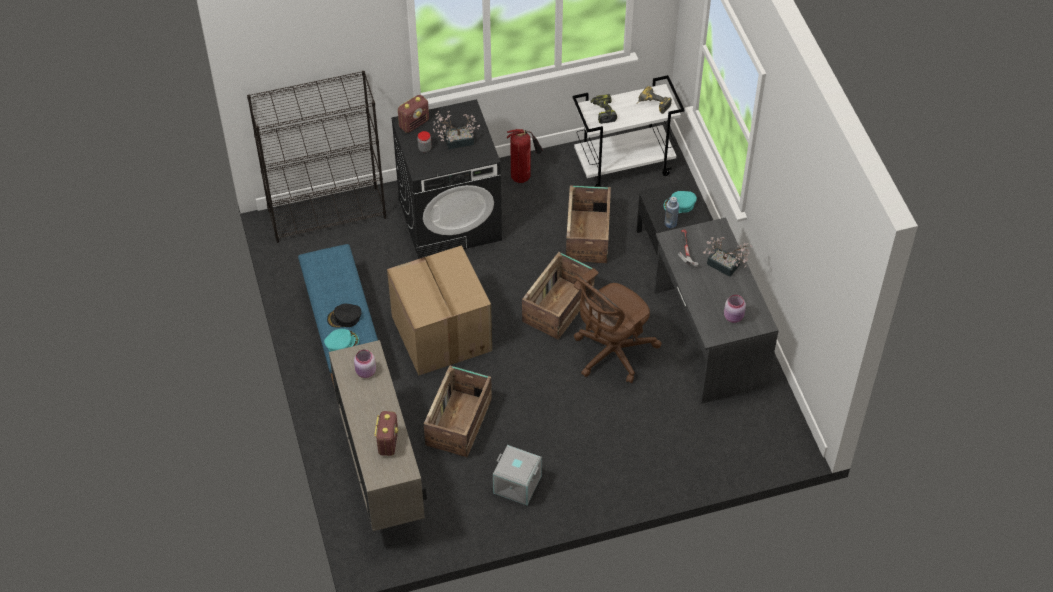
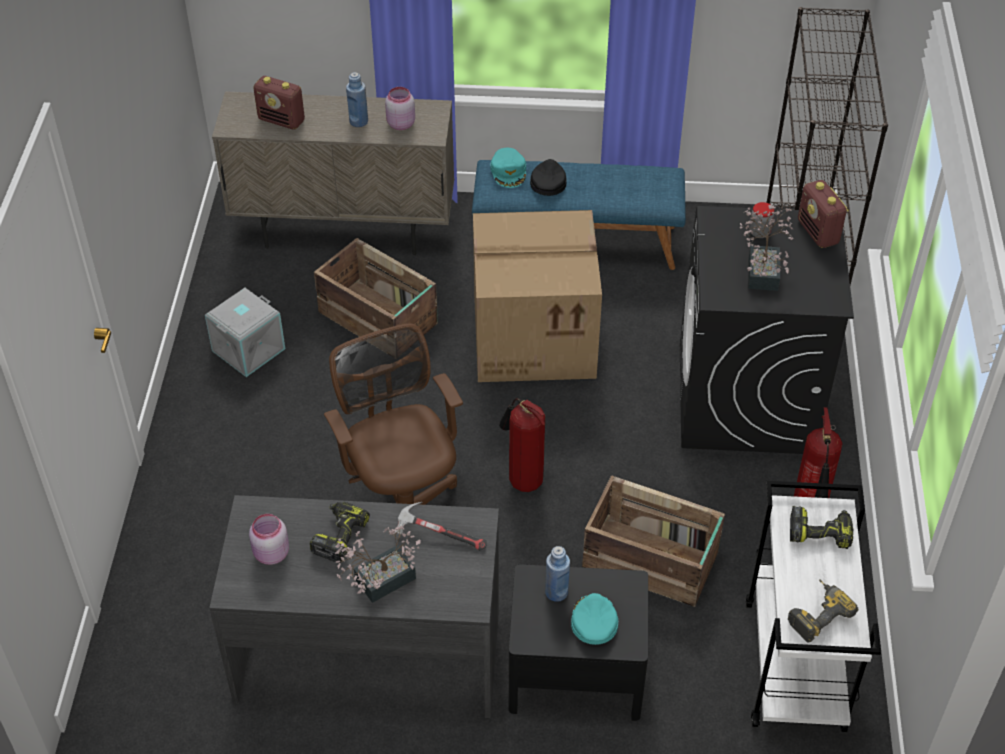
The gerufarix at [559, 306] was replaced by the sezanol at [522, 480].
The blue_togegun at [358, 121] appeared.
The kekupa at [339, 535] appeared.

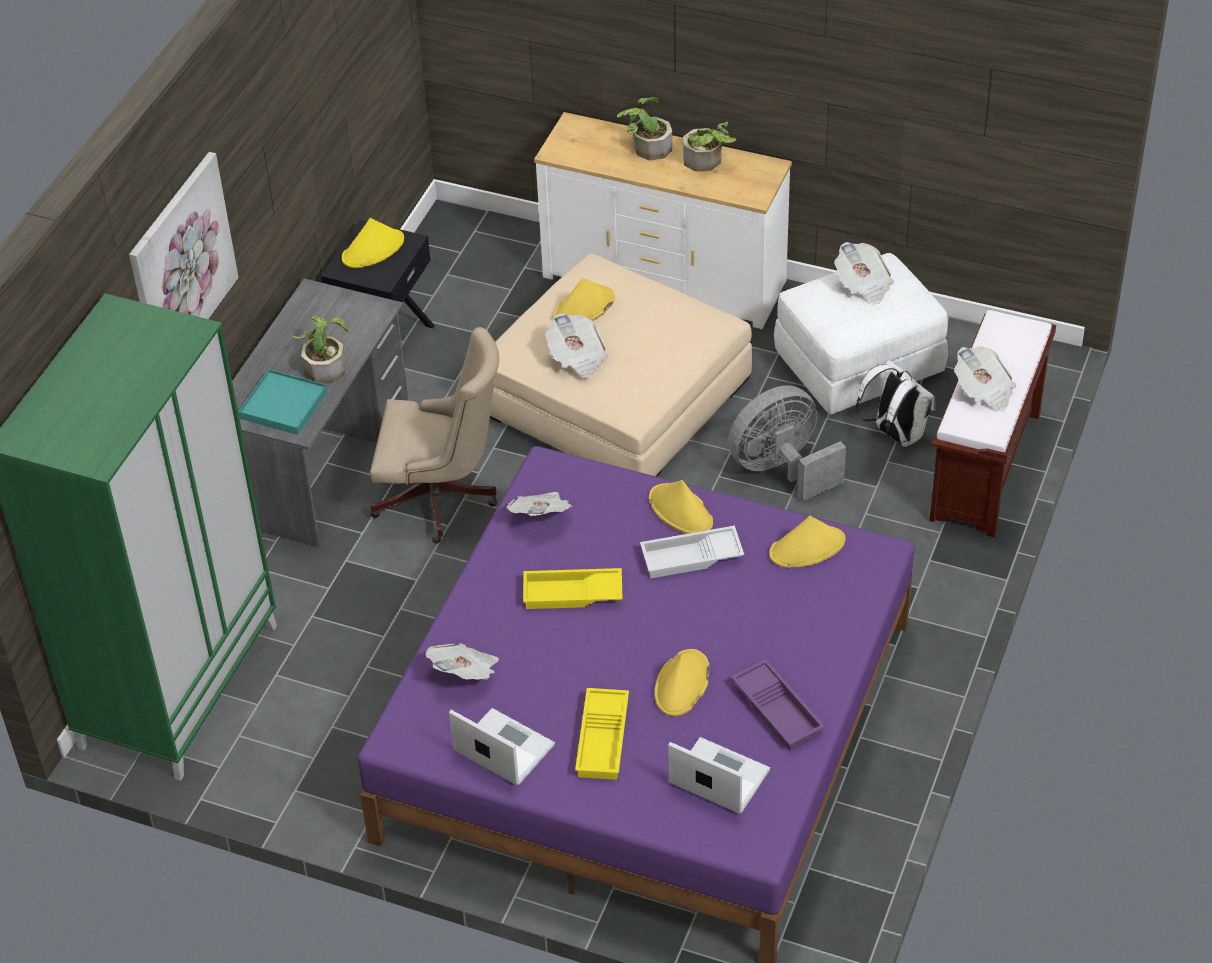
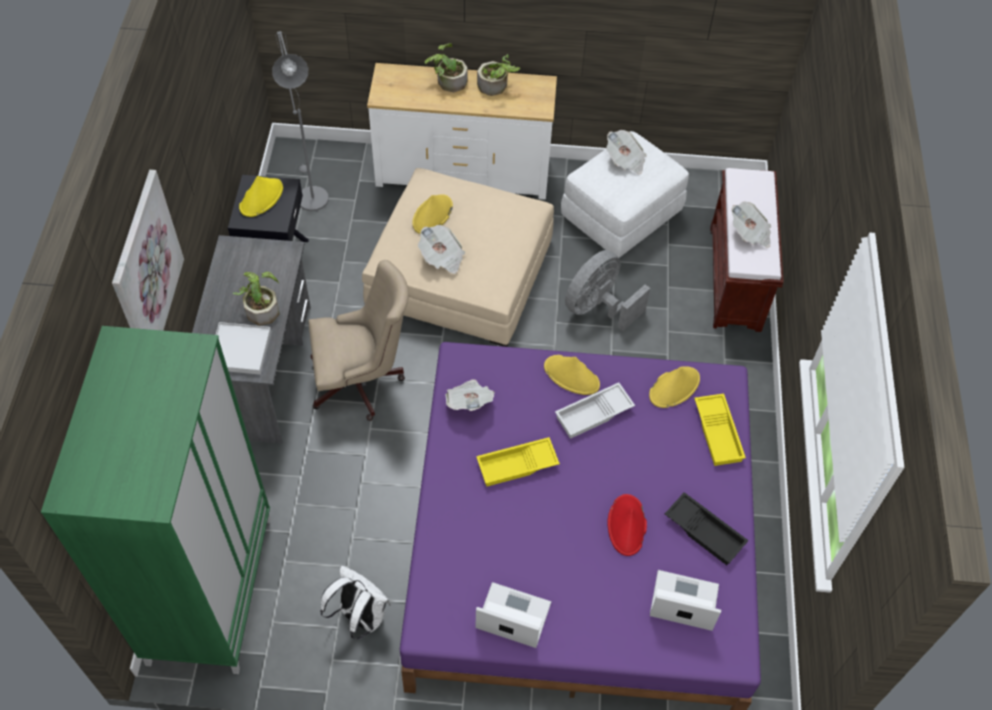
The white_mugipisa moved from [895, 434] to [359, 616].
The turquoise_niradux at [283, 405] became the white_niradux at [240, 350].
The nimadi at [465, 673] disappeared.
The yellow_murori at [682, 684] became the red_murori at [627, 525].
The purple_niradux at [779, 710] became the black_niradux at [705, 531].
The yellow_niradux moved from [604, 739] to [719, 433].
The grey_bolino at [310, 194] appeared.

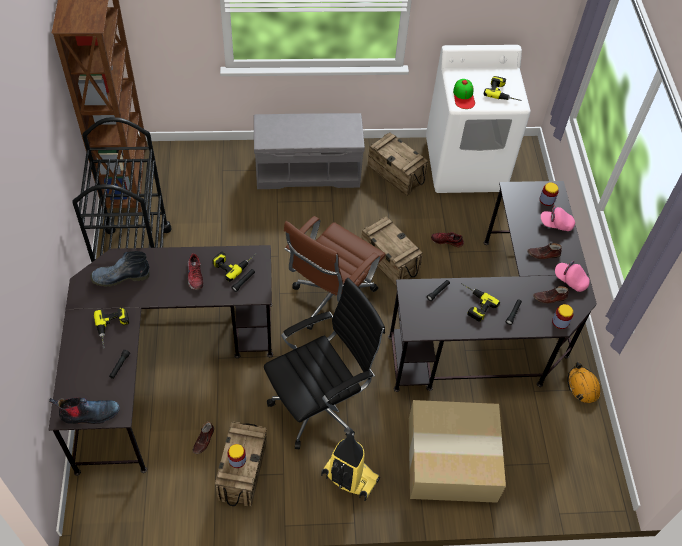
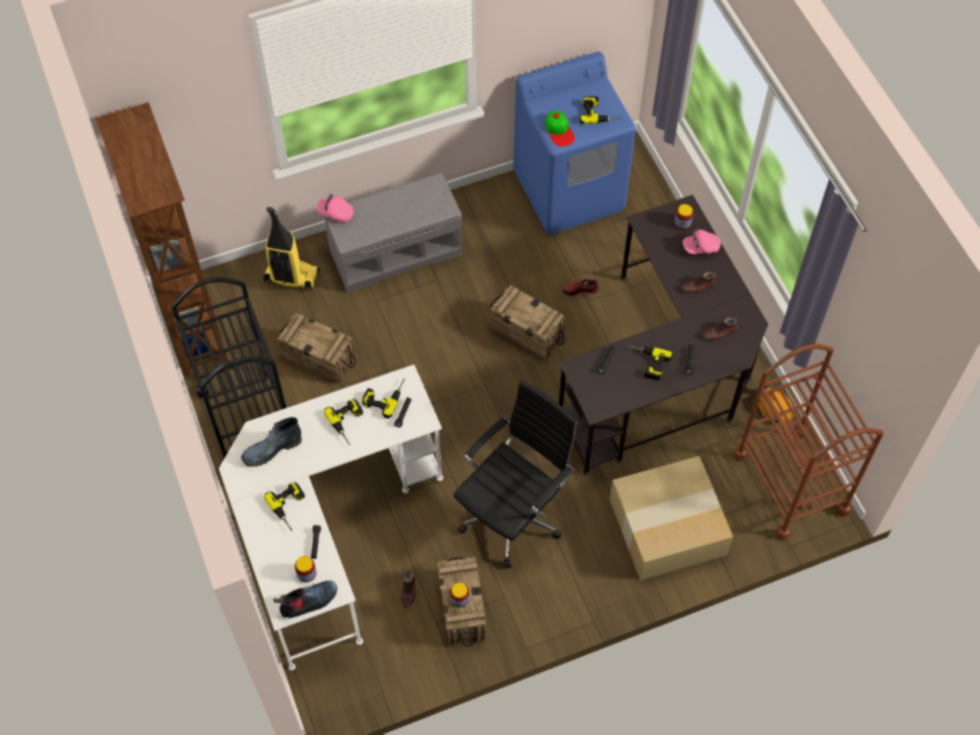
The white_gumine at [466, 165] became the blue_gumine at [569, 191].
The gerufarix moved from [396, 174] to [319, 357].
The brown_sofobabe at [331, 302] disappeared.
The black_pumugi at [159, 365] became the white_pumugi at [327, 527].
The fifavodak at [194, 275] was replaced by the kekupa at [349, 423].
The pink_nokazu moved from [570, 280] to [336, 213].
The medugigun moved from [560, 322] to [306, 573].
The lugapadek moved from [349, 478] to [291, 277].
The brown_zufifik at [790, 483] appeared.

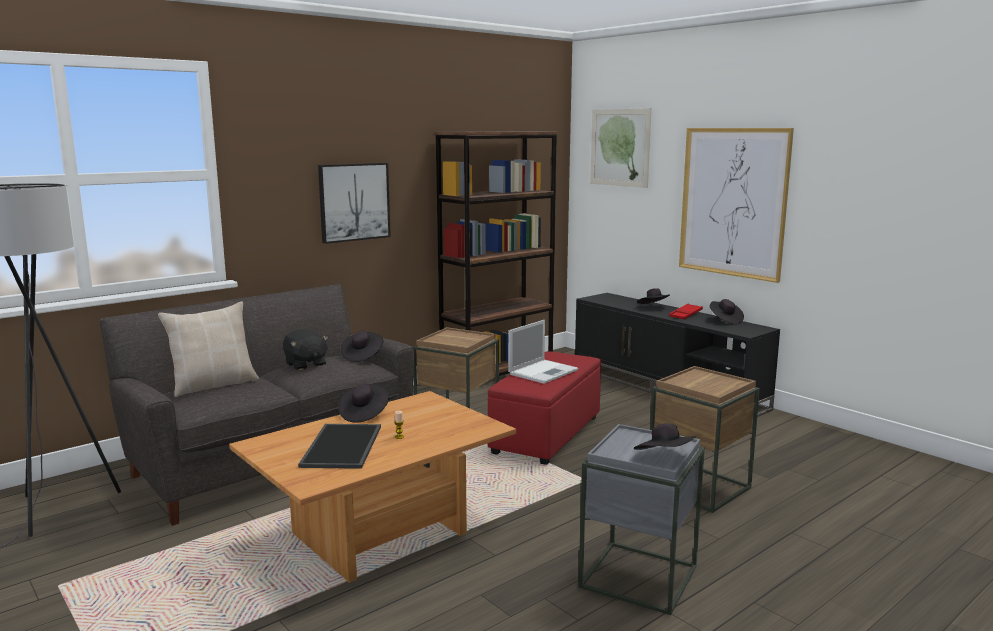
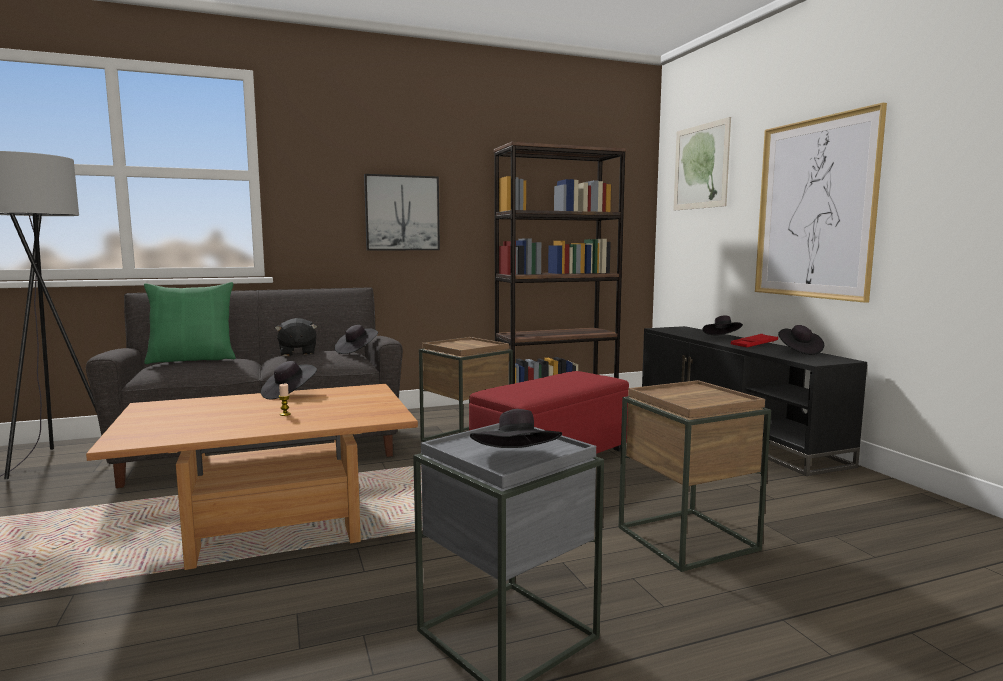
The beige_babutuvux at [213, 385] became the green_babutuvux at [193, 359].
The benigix at [544, 371] disappeared.
The niradux at [343, 446] disappeared.

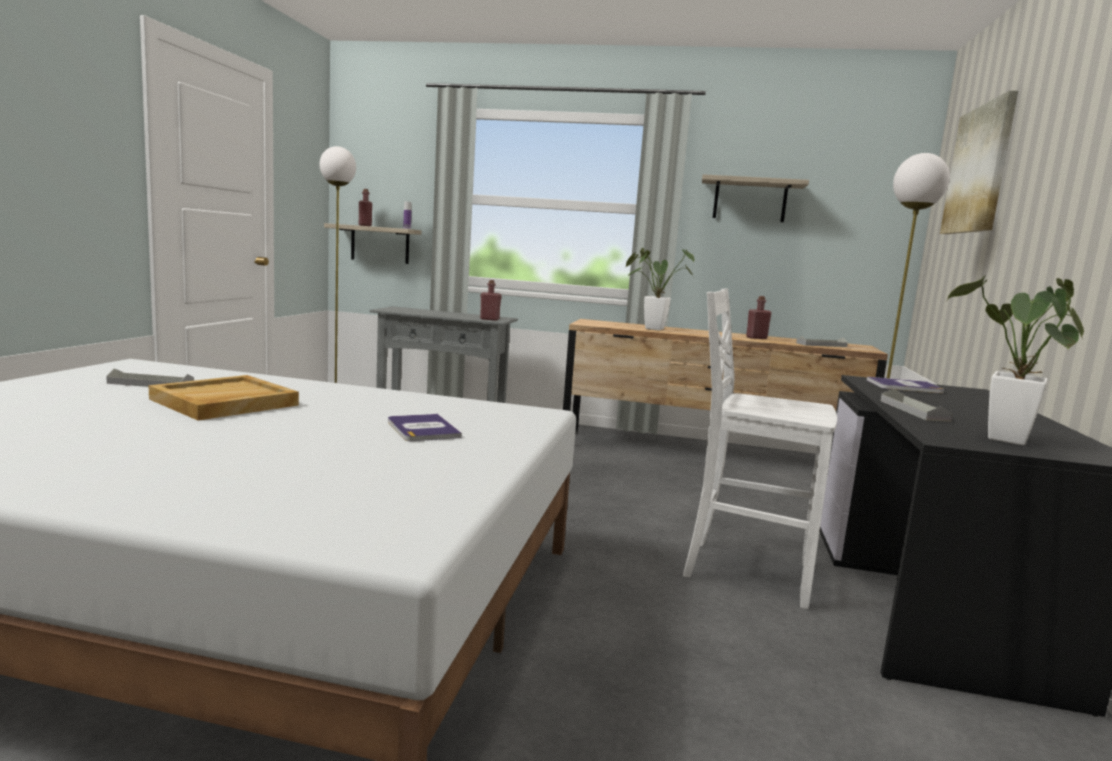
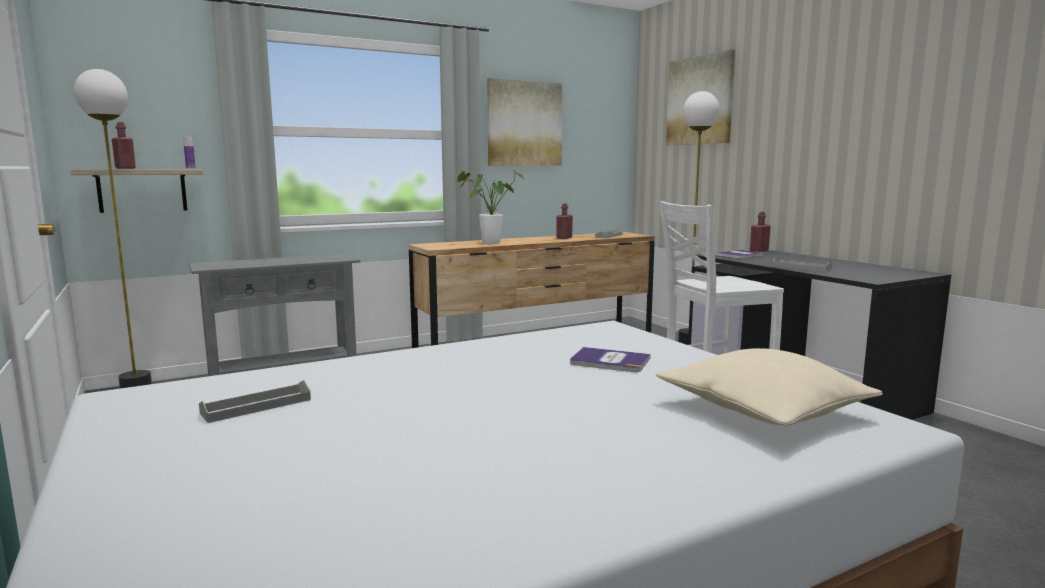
The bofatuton at [750, 200] was replaced by the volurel at [524, 123].
The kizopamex at [1005, 441] disappeared.
The red_togegun moved from [489, 319] to [759, 250].
The beige_niradux at [224, 402] disappeared.
The beige_babutuvux at [763, 411] appeared.

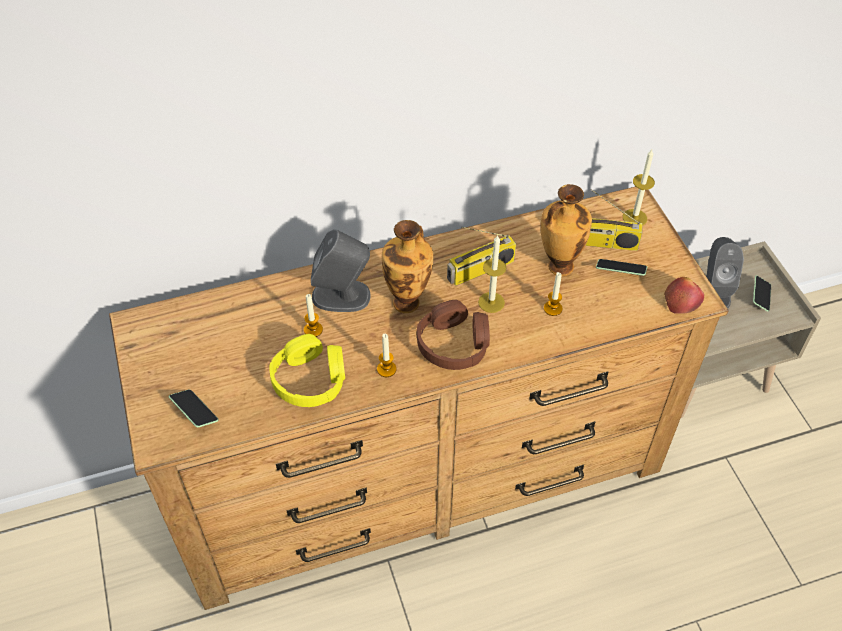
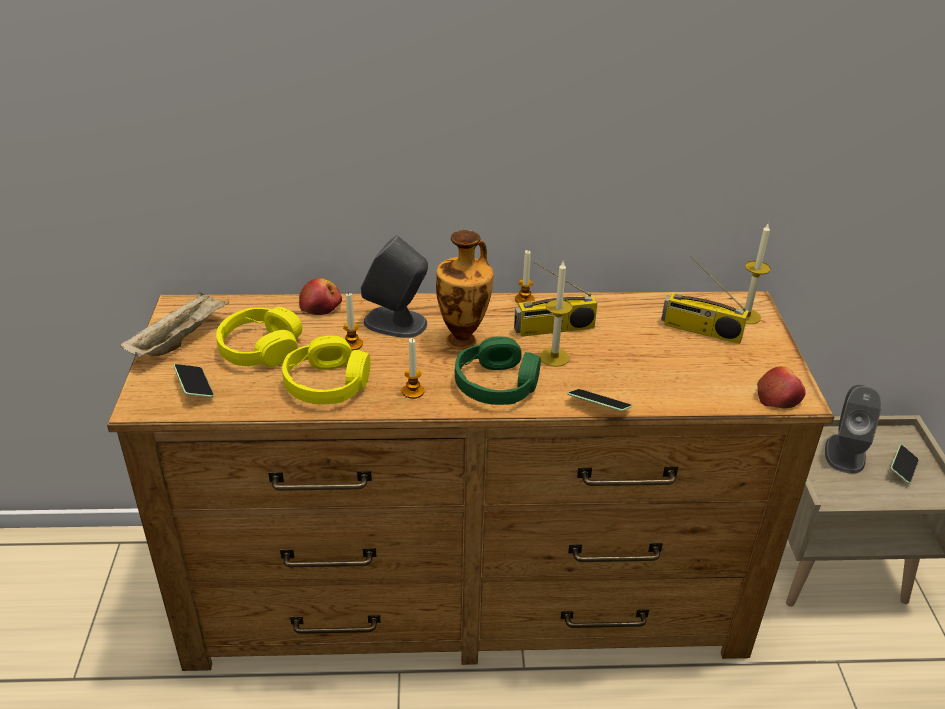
The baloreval at [558, 266] disappeared.
The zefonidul moved from [620, 272] to [598, 407].
The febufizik moved from [552, 308] to [524, 299].
The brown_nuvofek at [453, 344] became the green_nuvofek at [497, 384].
The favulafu at [321, 305] appeared.
The beige_niradux at [179, 339] appeared.
The yellow_nuvofek at [260, 349] appeared.

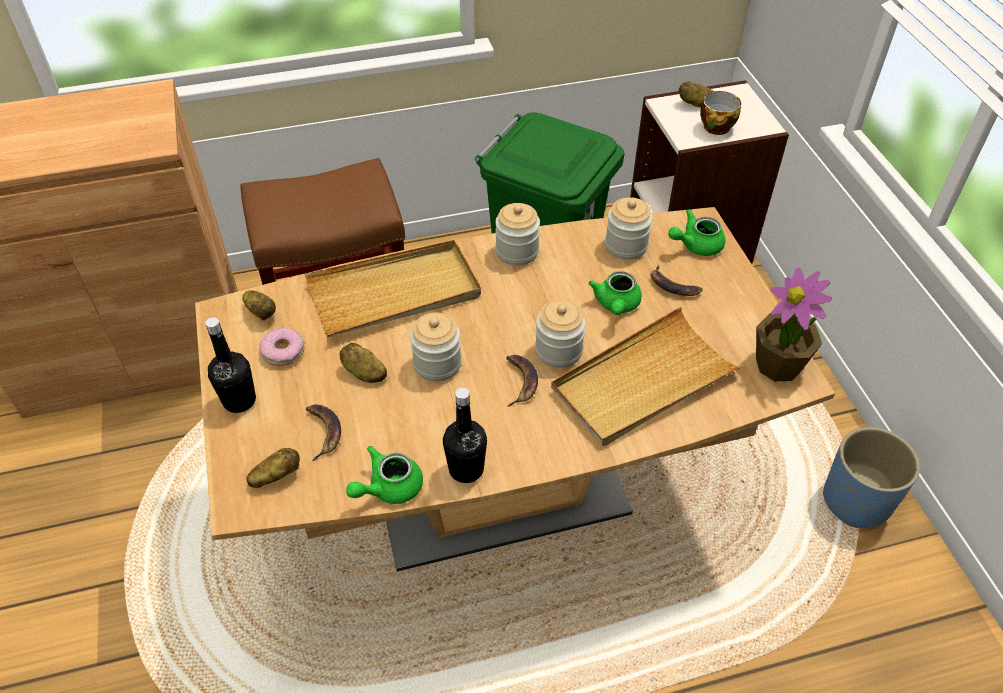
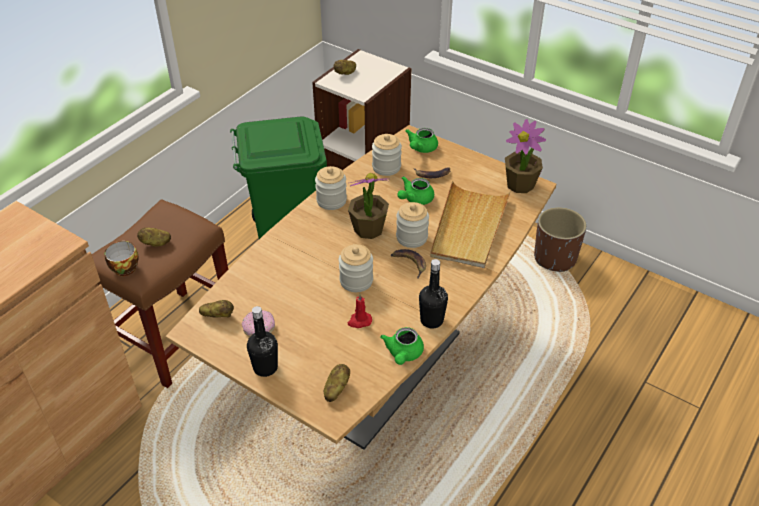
The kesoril moved from [715, 125] to [123, 267].
The beige_niradux at [395, 293] disappeared.
The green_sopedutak at [616, 305] turned 75 degrees clockwise.
The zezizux moved from [364, 373] to [155, 243].
The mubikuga at [323, 431] disappeared.
The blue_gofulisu at [856, 501] became the brown_gofulisu at [555, 258].
The kizopamex at [368, 229] appeared.
The red_febufizik at [359, 321] appeared.

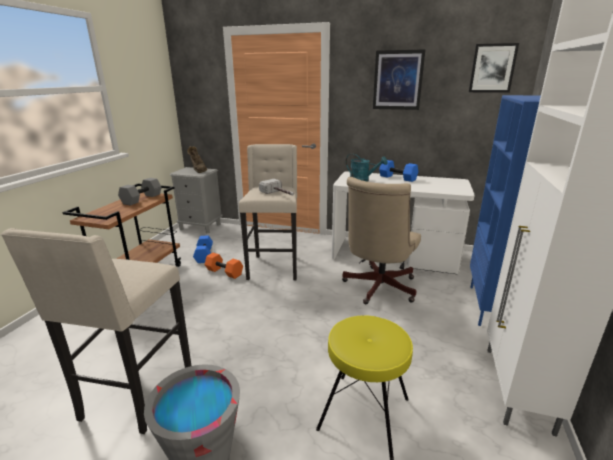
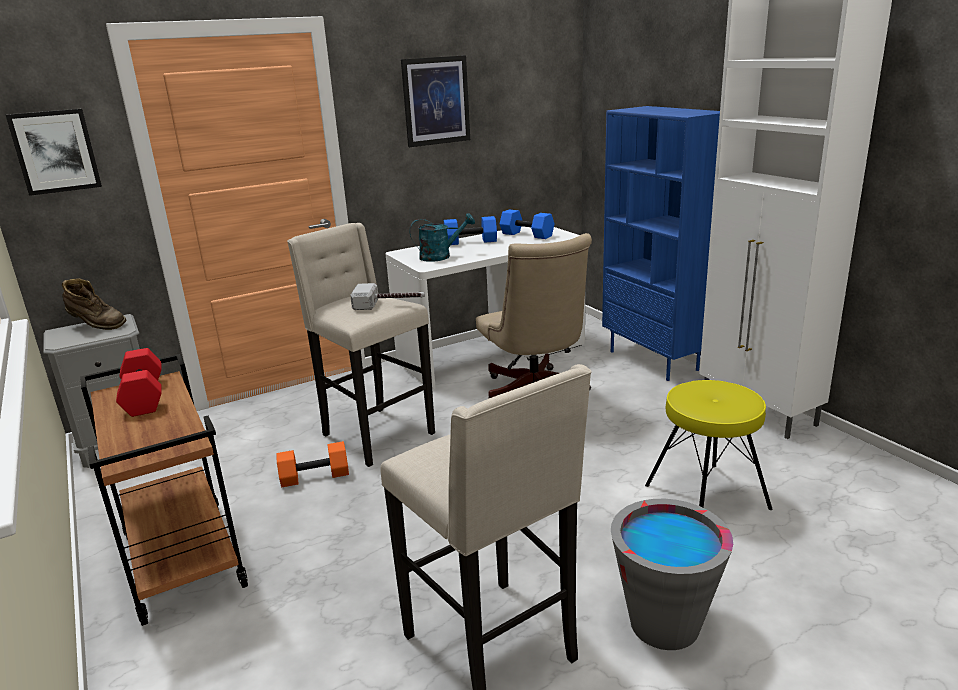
The volurel moved from [492, 68] to [55, 151].
The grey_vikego at [142, 199] became the red_vikego at [145, 397].
The blue_vikego moved from [203, 255] to [526, 235].

